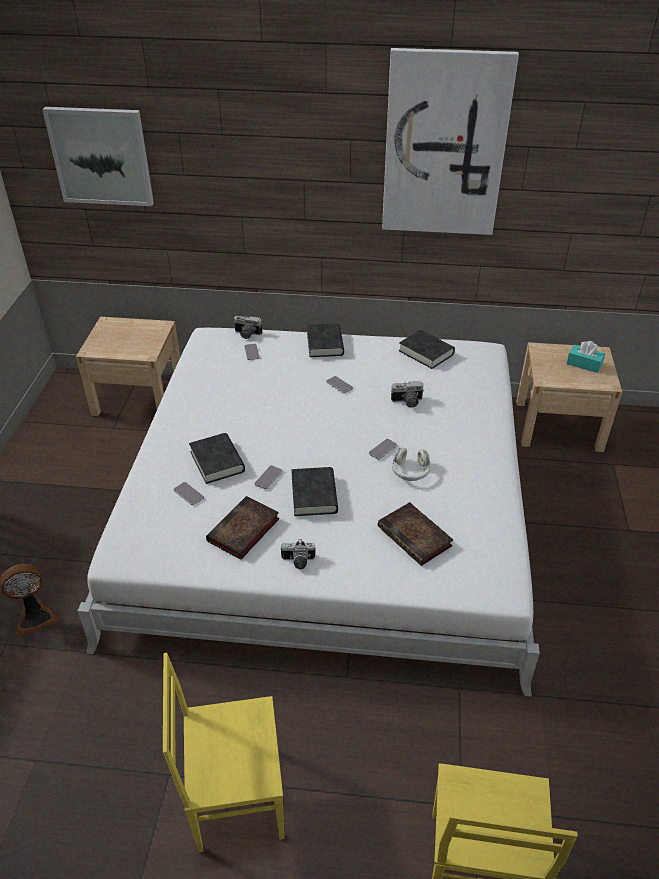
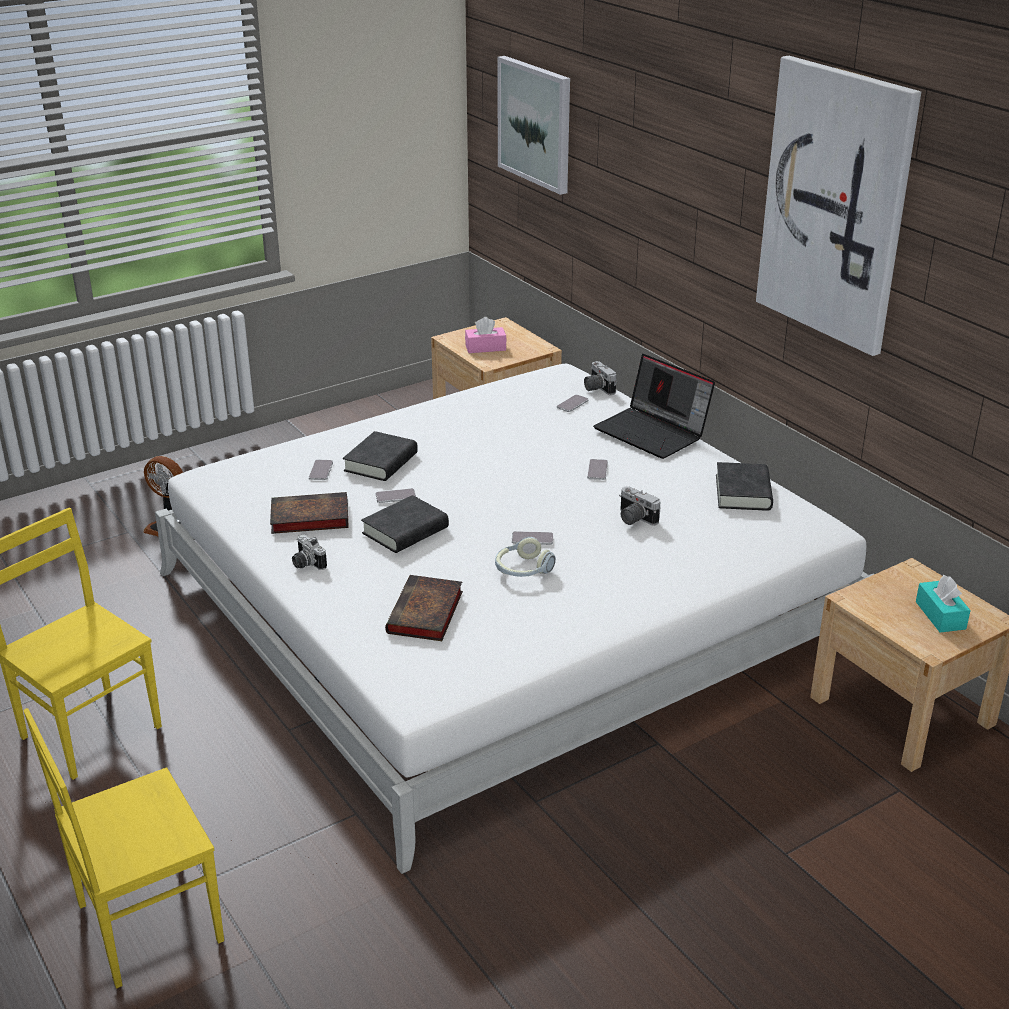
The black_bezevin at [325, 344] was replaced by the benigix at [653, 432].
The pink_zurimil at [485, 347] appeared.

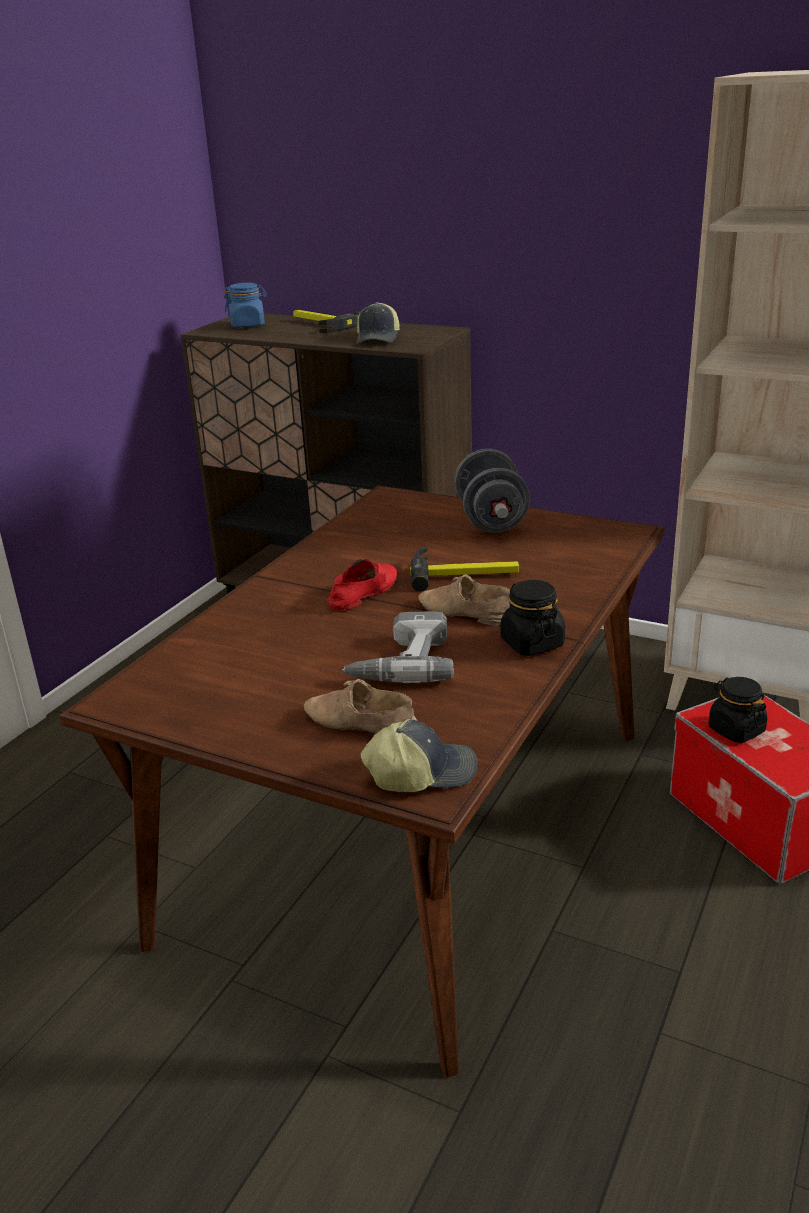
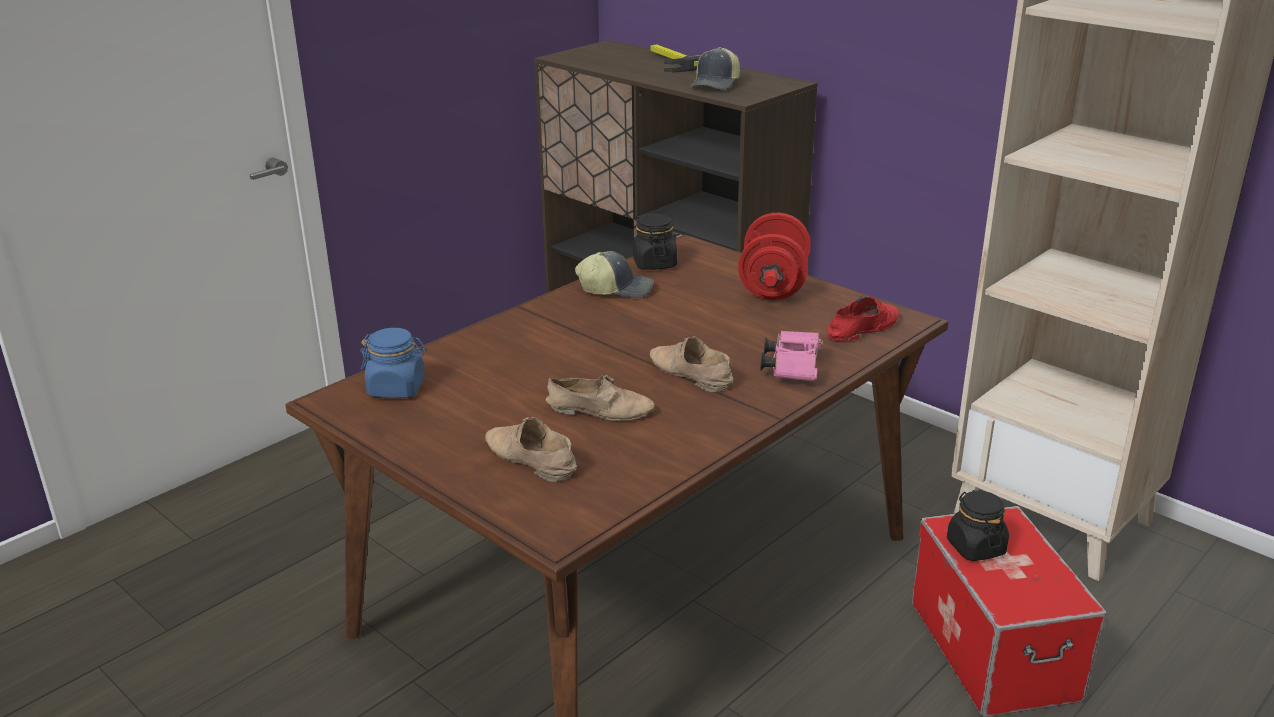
The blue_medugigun moved from [248, 325] to [397, 388].
The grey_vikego at [491, 520] became the red_vikego at [773, 286].
The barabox at [464, 574] disappeared.
The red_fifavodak moved from [362, 592] to [862, 328].
The black_medugigun moved from [532, 643] to [654, 263].
The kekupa at [400, 661] was replaced by the beige_fifavodak at [601, 409].
The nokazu moved from [421, 772] to [616, 289].
The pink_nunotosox at [792, 368] appeared.

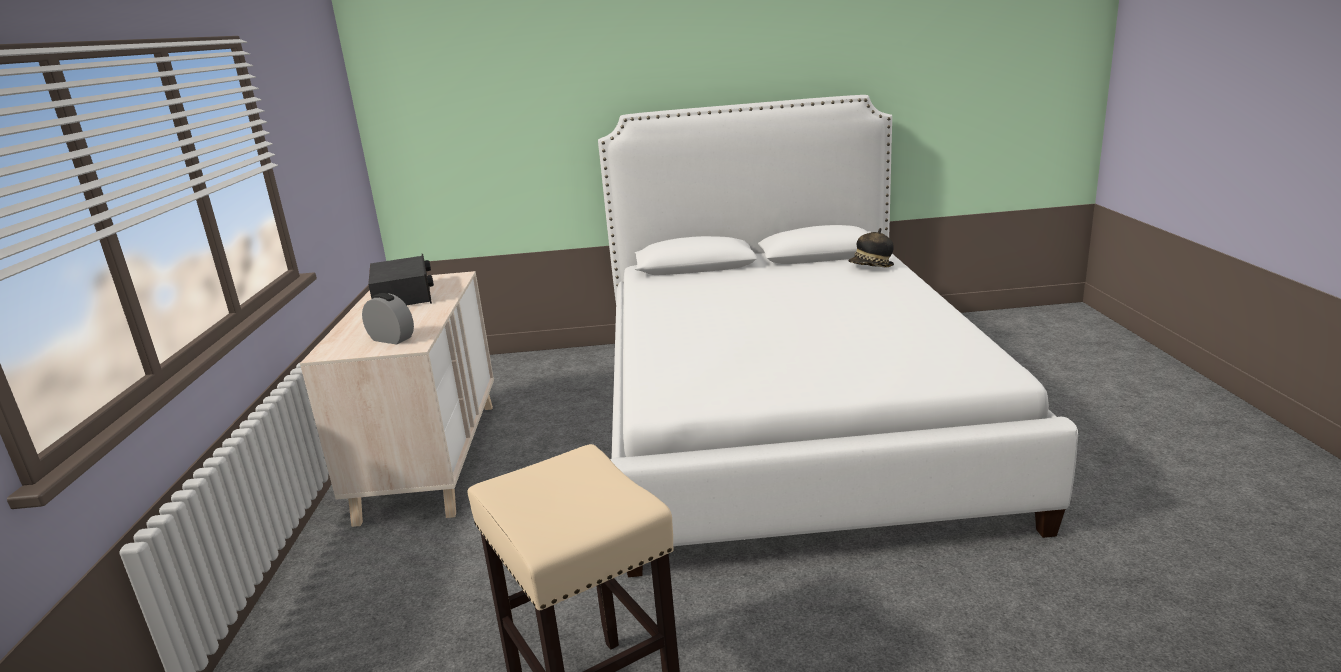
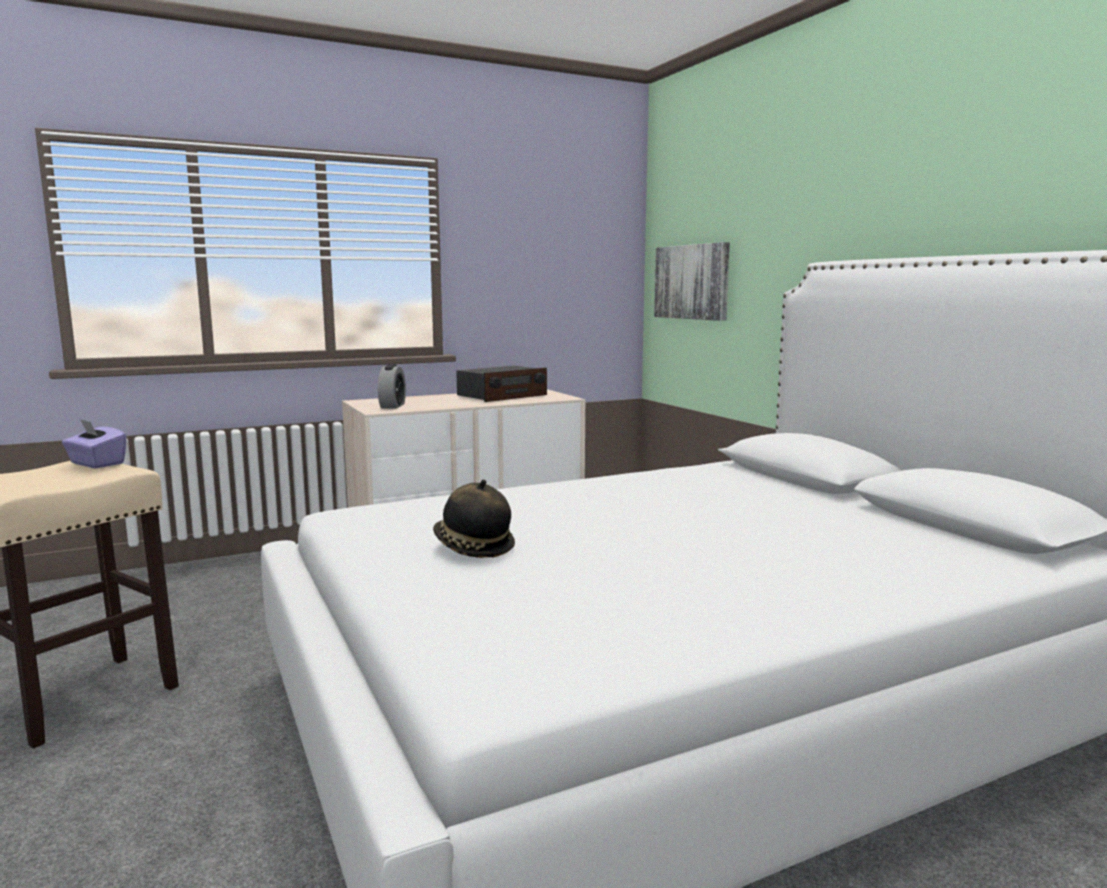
The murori moved from [871, 267] to [472, 547].
The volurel at [692, 282] appeared.
The purple_zurimil at [96, 464] appeared.

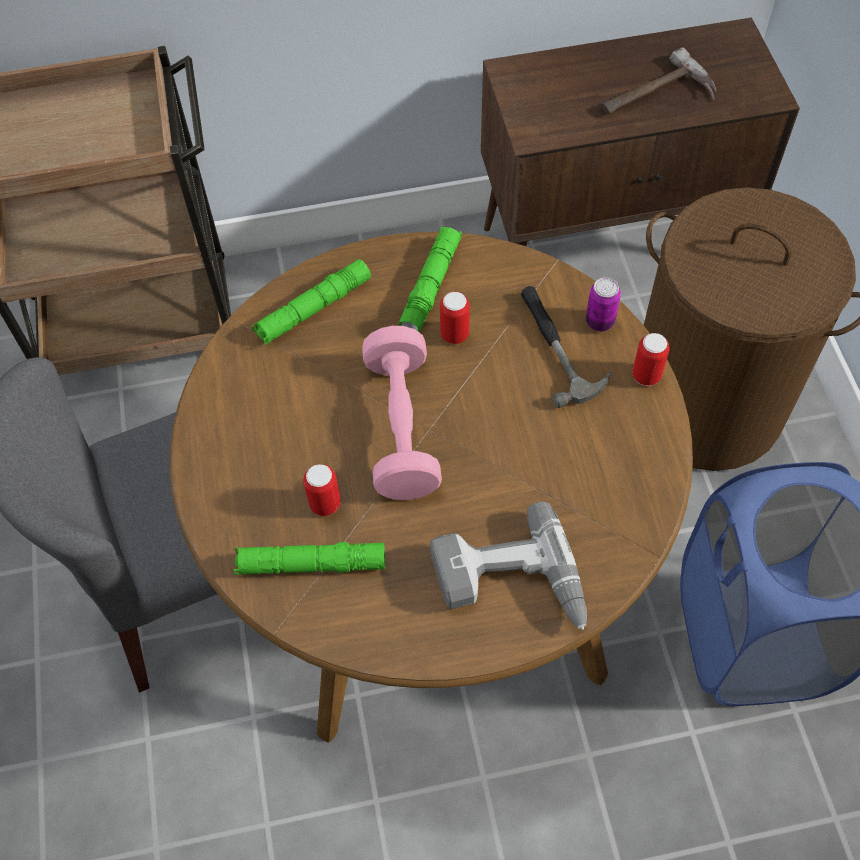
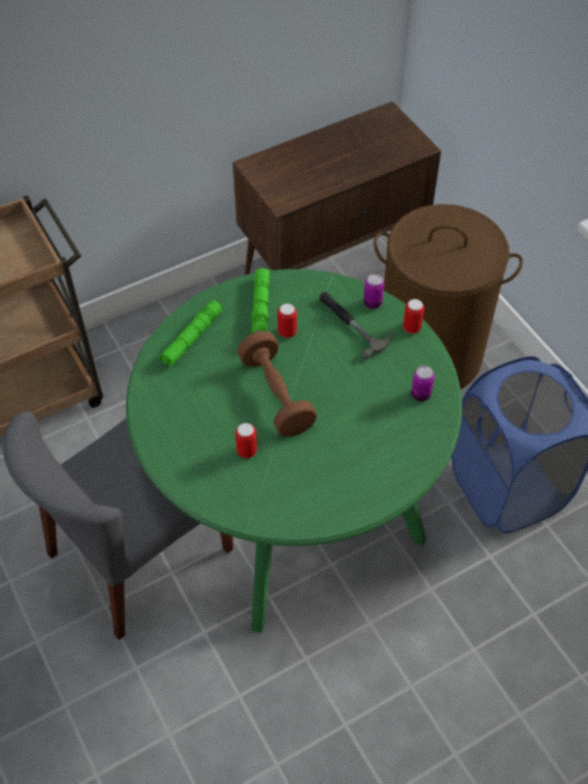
The barabox at [657, 98] disappeared.
The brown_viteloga at [435, 577] became the green_viteloga at [293, 509].
The pink_vikego at [401, 428] became the brown_vikego at [276, 395].
The kekupa at [509, 586] disappeared.
The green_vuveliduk at [311, 564] disappeared.
The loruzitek at [420, 395] appeared.

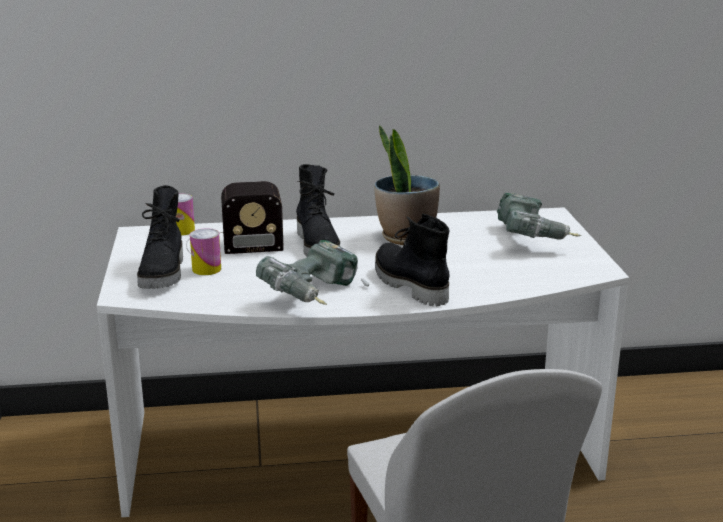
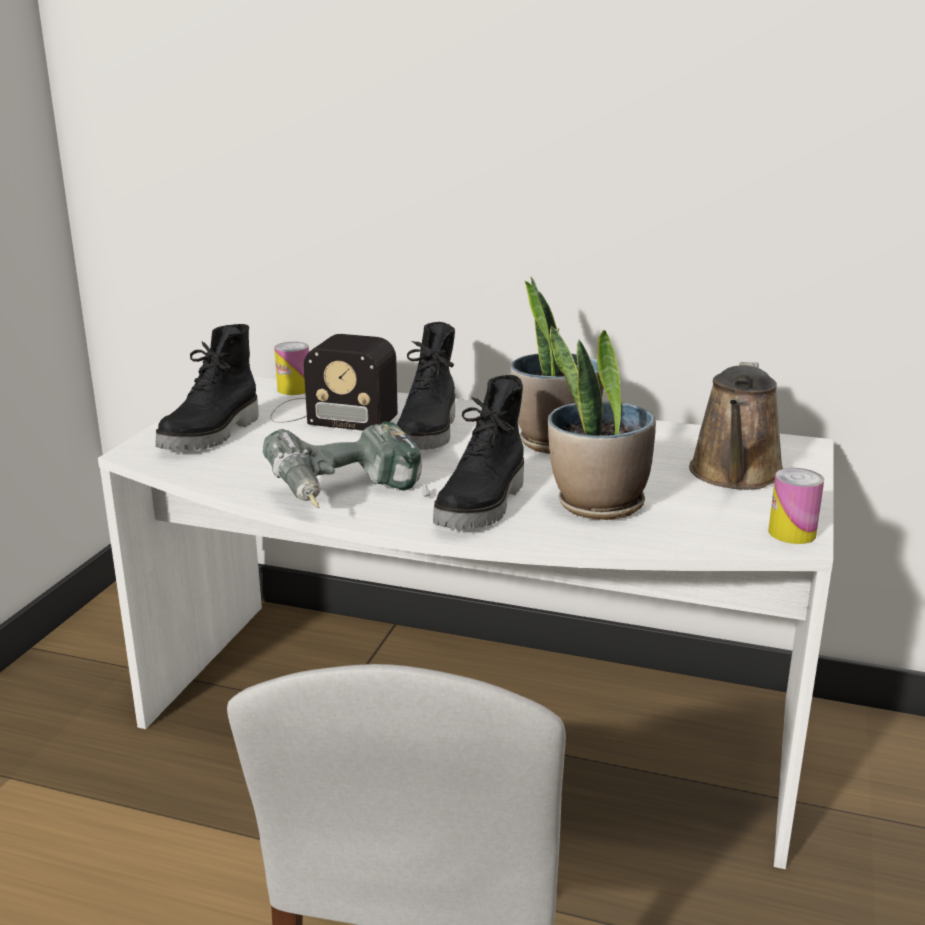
The kekupa at [533, 239] was replaced by the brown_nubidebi at [735, 475].
The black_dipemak at [408, 285] turned 150 degrees counterclockwise.
The loruzitek moved from [206, 269] to [792, 533].
The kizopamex at [597, 505] appeared.

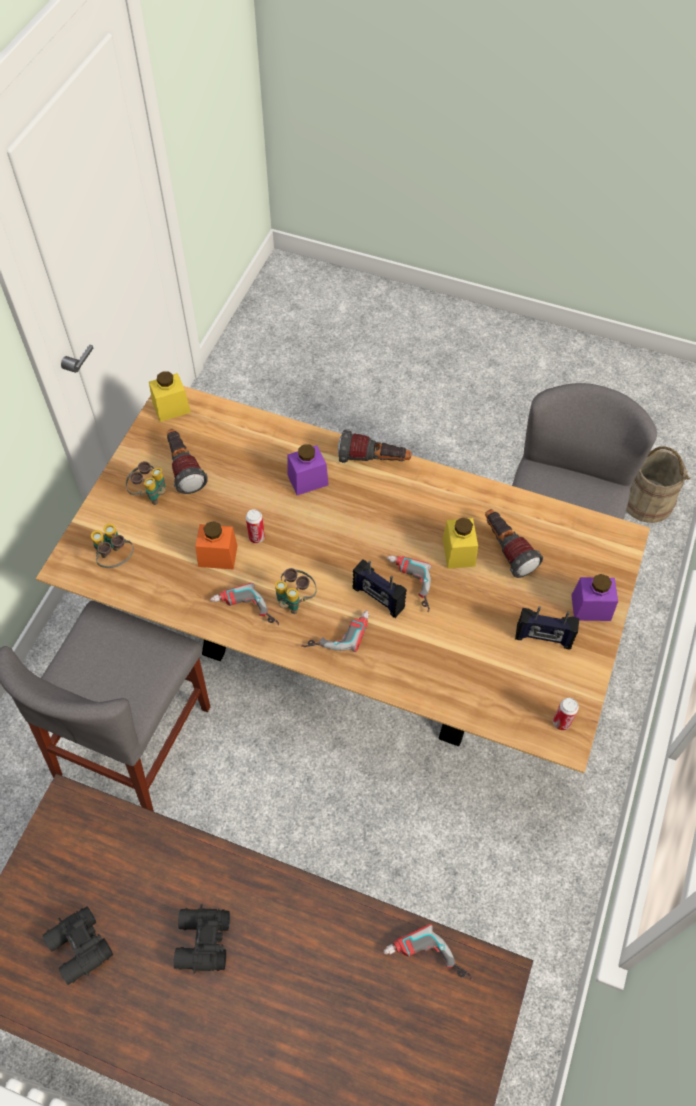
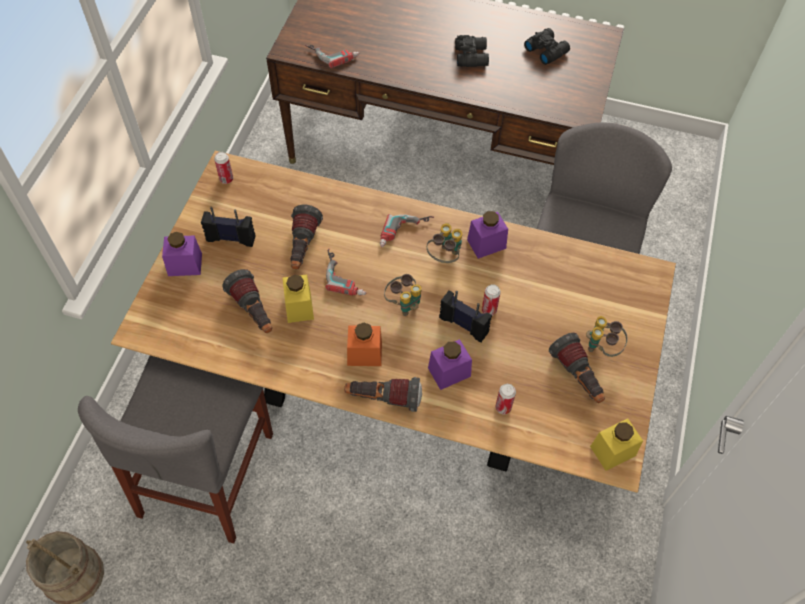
The orange_medugigun moved from [218, 556] to [364, 354].
The nunotosox moved from [115, 559] to [404, 304].
The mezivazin moved from [378, 598] to [464, 324].
The kekupa at [244, 613] was replaced by the purple_medugigun at [486, 244].
The vuveliduk at [303, 248] appeared.
The loruzitek at [503, 407] appeared.

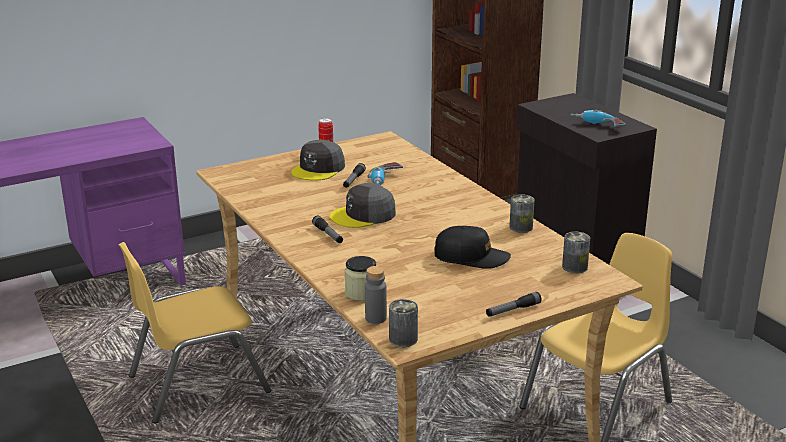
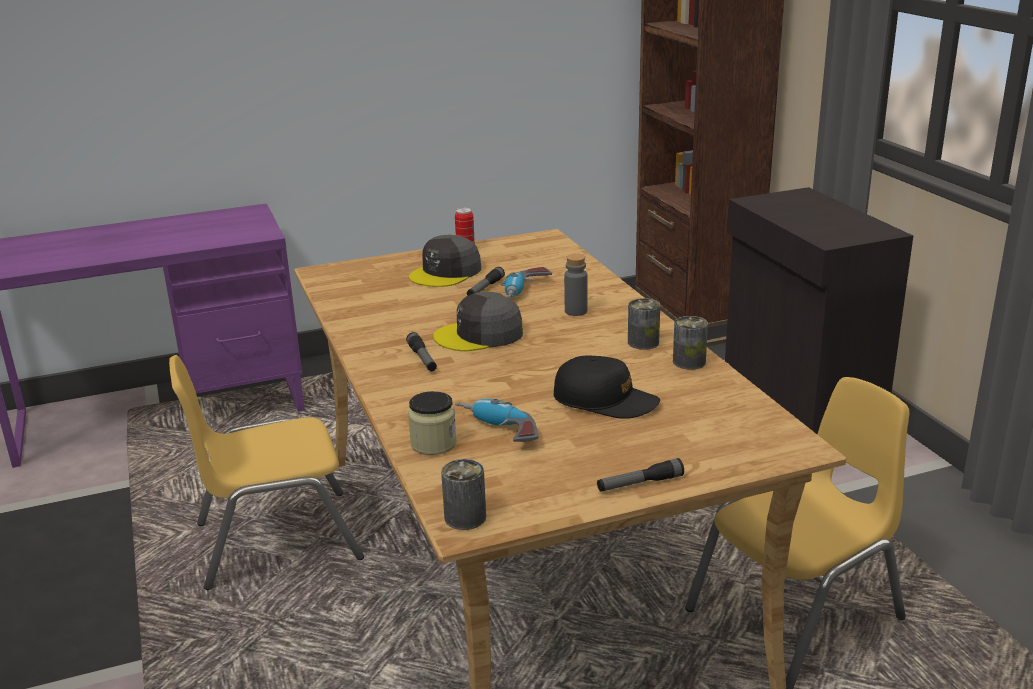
The kekupa moved from [597, 126] to [497, 431].
The loruzitek moved from [574, 267] to [643, 342].
The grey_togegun moved from [375, 318] to [576, 311].

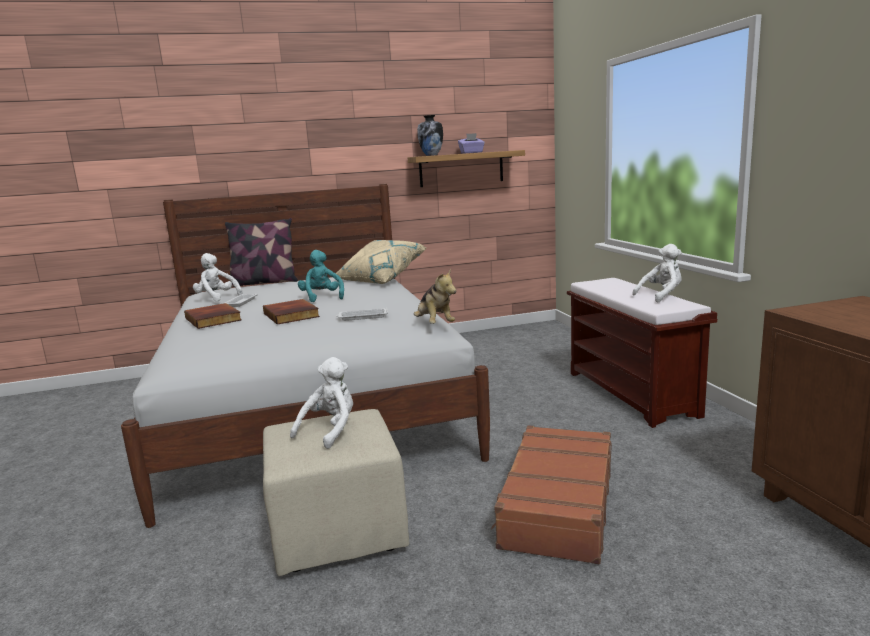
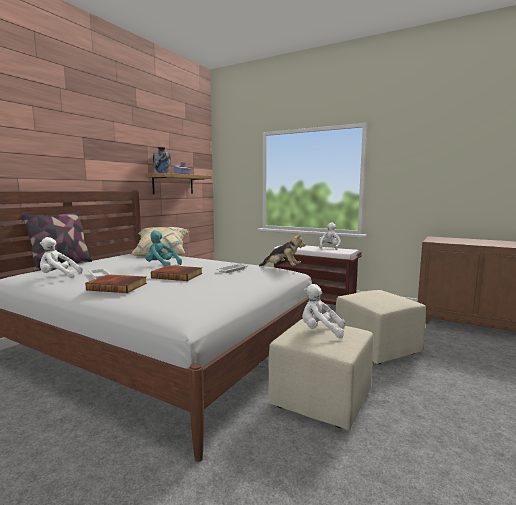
The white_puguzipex at [330, 430] turned 60 degrees counterclockwise.
The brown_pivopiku at [557, 505] was replaced by the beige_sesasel at [377, 349].

